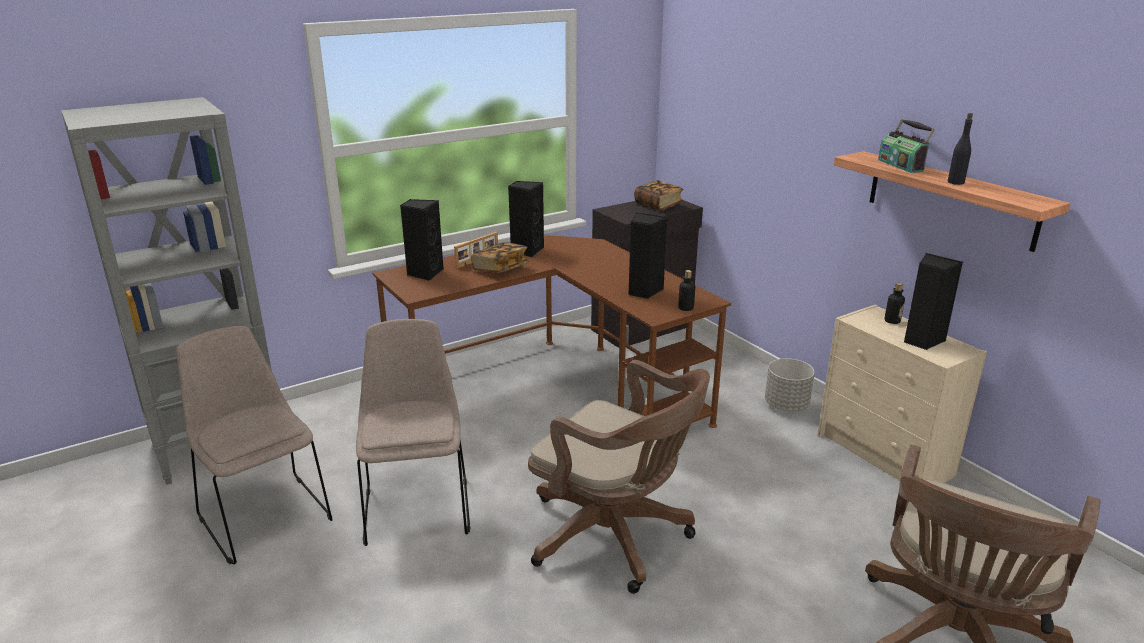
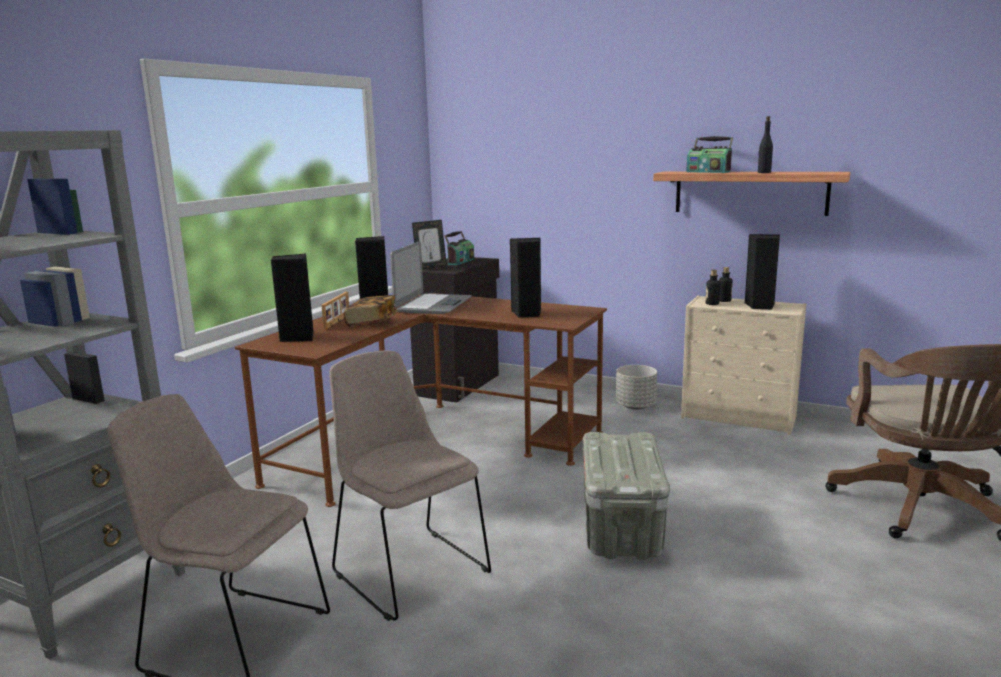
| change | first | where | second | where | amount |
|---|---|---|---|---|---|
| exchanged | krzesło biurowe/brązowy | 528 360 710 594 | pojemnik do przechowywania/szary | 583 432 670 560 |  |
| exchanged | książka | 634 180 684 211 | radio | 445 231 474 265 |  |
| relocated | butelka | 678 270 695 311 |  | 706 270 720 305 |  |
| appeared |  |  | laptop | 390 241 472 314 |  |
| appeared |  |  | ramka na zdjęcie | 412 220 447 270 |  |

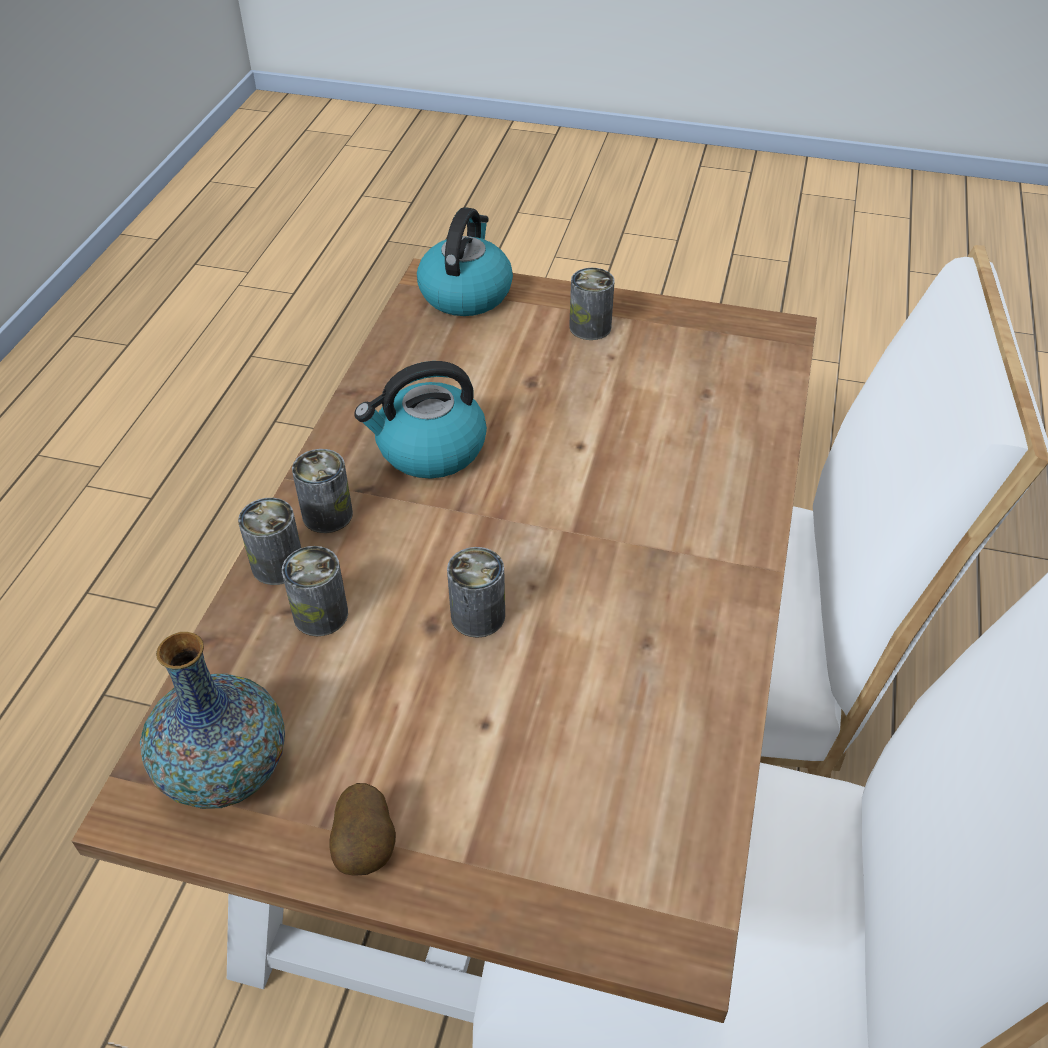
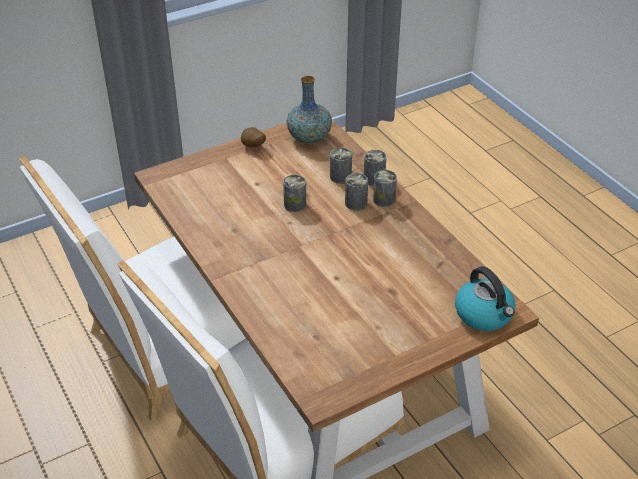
| change | first | where | second | where | amount |
|---|---|---|---|---|---|
| missing | czajnik | 354 361 487 479 |  |  |  |
| relocated | puszka | 569 268 615 340 |  | 345 173 368 211 |  |

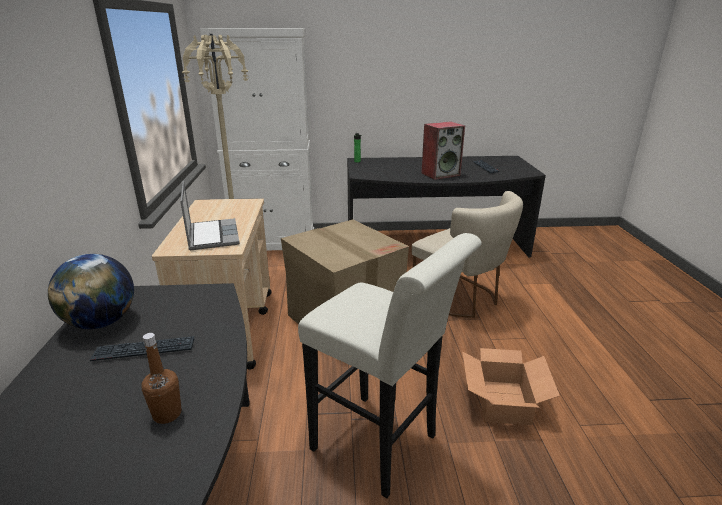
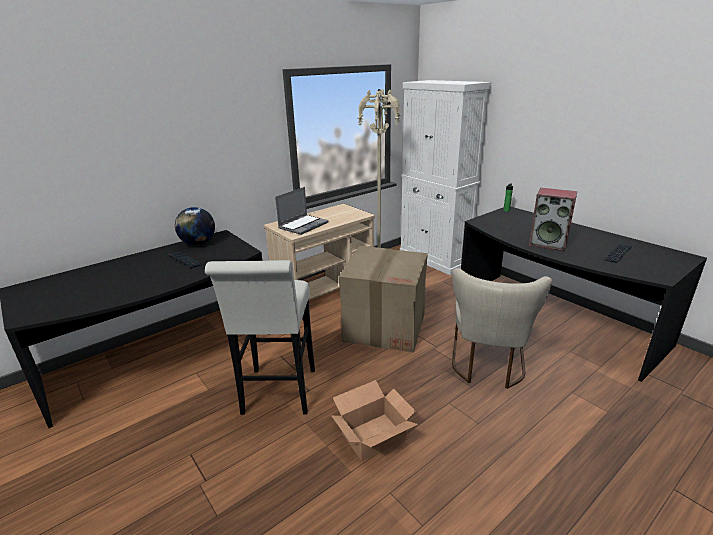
| change | first | where | second | where | amount |
|---|---|---|---|---|---|
| missing | butelka/brązowy | 141 333 181 424 |  |  |  |

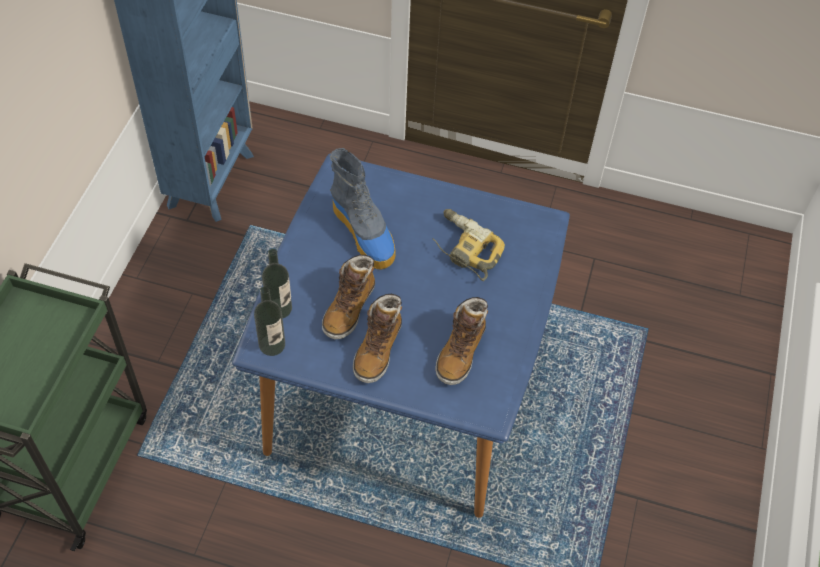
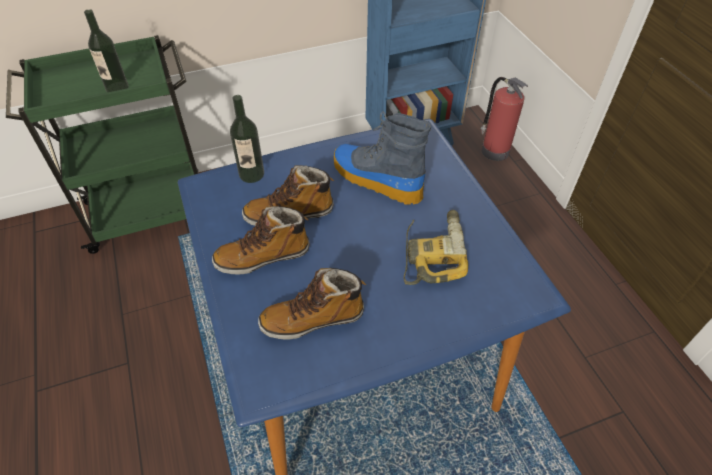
| change | first | where | second | where | amount |
|---|---|---|---|---|---|
| relocated | butelka | 254 286 285 356 |  | 84 9 129 92 |  |
| spun | but z cholewką | 330 148 396 269 |  | 334 111 431 205 | 105 degrees clockwise |
| appeared |  |  | gaśnica | 481 77 528 161 |  |

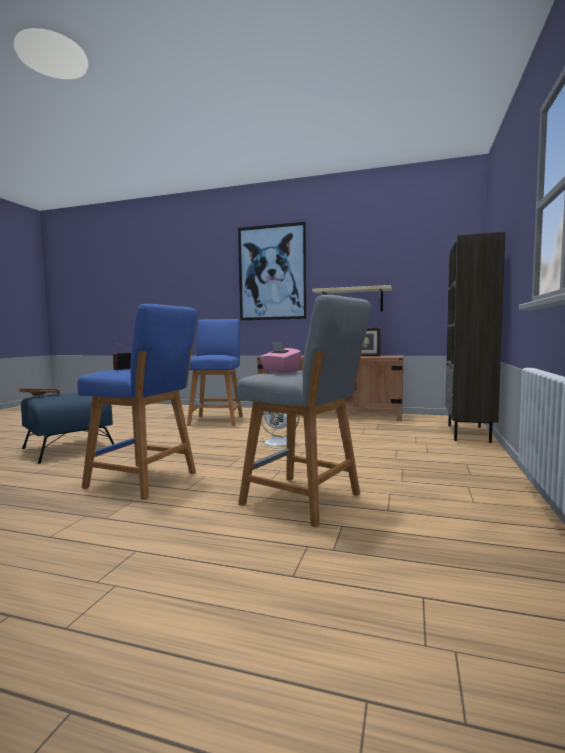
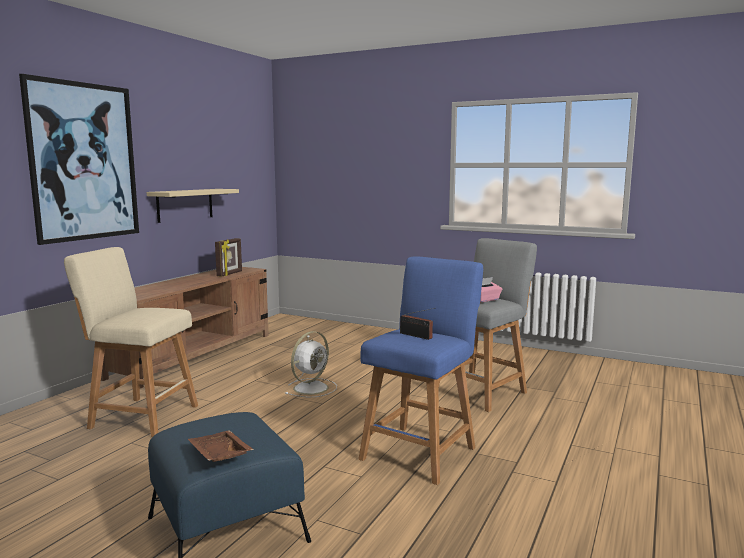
| change | first | where | second | where | amount |
|---|---|---|---|---|---|
| colour | stołek/niebieski | 187 319 243 426 | stołek/beżowy | 64 247 198 437 |  |
| missing | regał/brązowy | 445 232 506 443 |  |  |  |

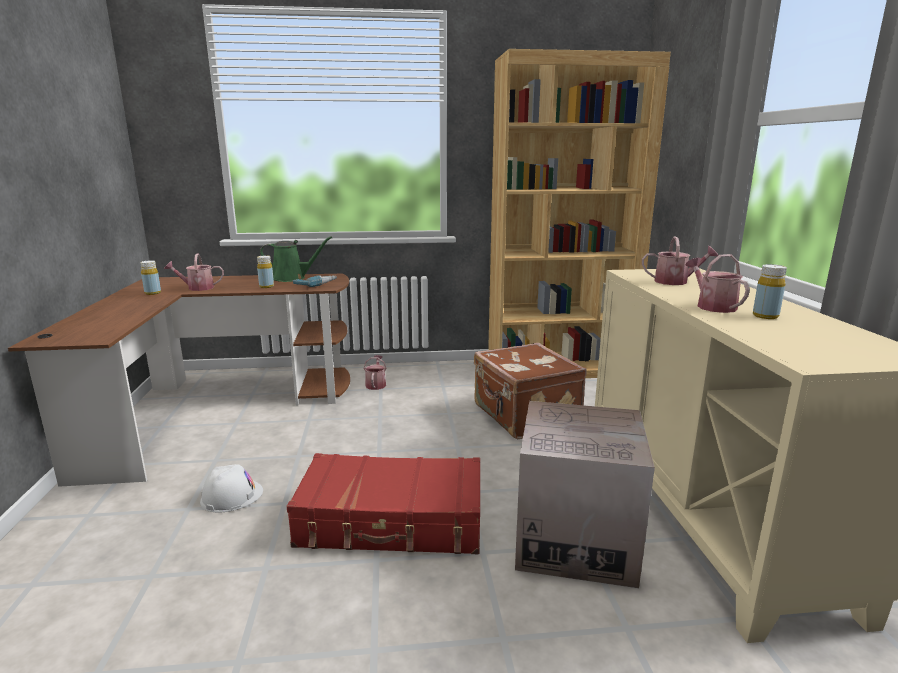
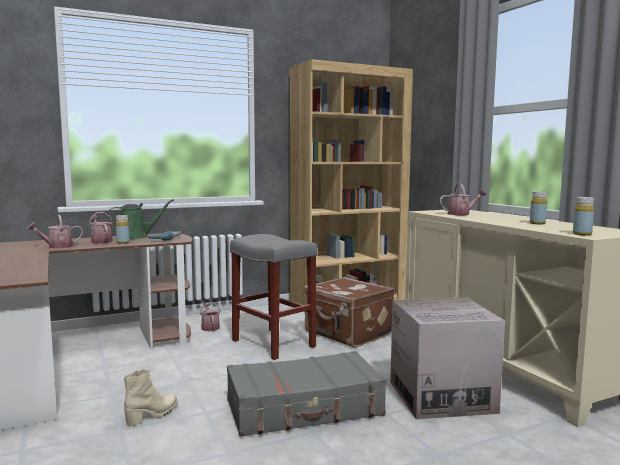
| change | first | where | second | where | amount |
|---|---|---|---|---|---|
| relocated | butelka/żółty | 140 261 161 295 |  | 573 197 594 236 |  |
| exchanged | kask/biały | 200 464 263 512 | but z cholewką/beżowy | 124 369 178 426 |  |
| colour | walizka/czerwony | 287 453 480 554 | walizka/szary | 227 351 386 437 |  |
| relocated | konewka | 685 254 750 313 |  | 89 212 113 244 |  |
| appeared |  |  | stołek/szary | 230 234 317 360 |  |

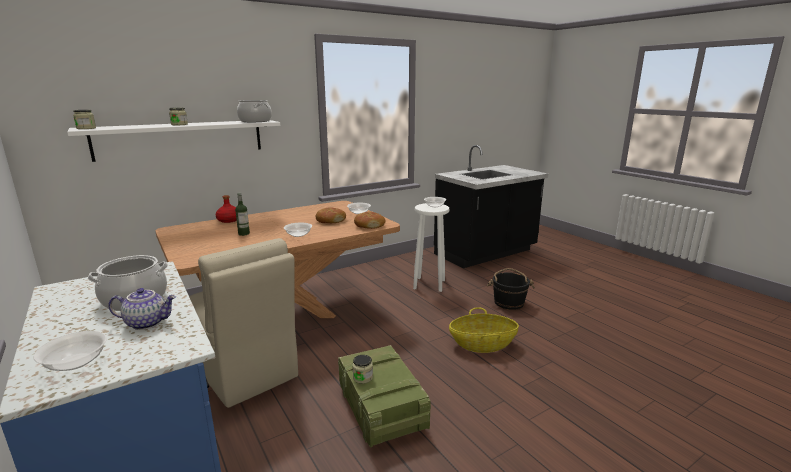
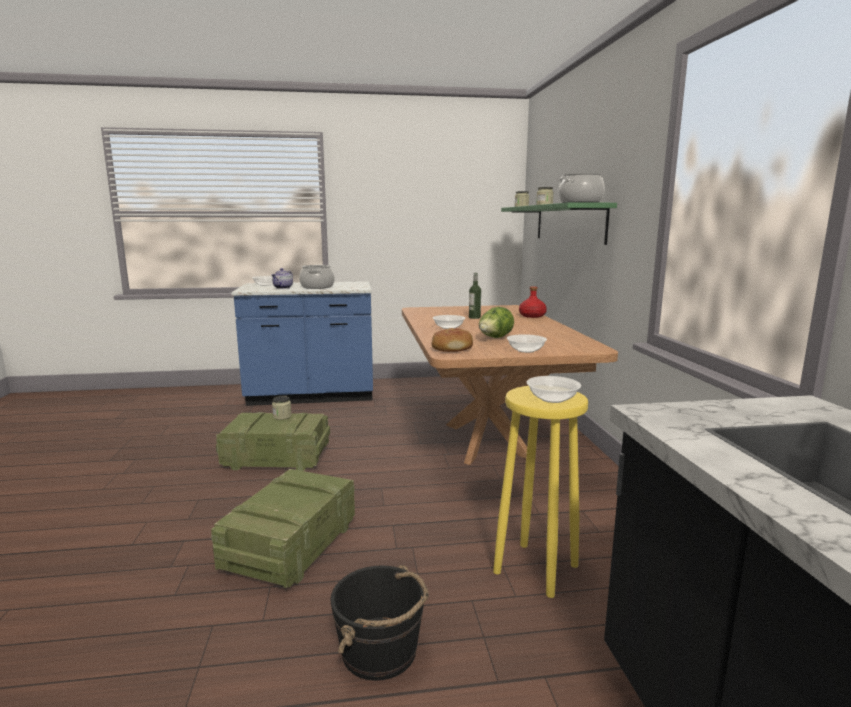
| change | first | where | second | where | amount |
|---|---|---|---|---|---|
| colour | półka/biały | 67 120 280 162 | półka/zielony | 501 202 617 245 |  |
| missing | krzesło/beżowy | 189 238 298 408 |  |  |  |
| exchanged | chleb | 316 207 346 223 | sałata | 479 307 514 338 |  |
| colour | stołek/biały | 413 203 449 292 | stołek/żółty | 493 386 588 598 |  |
| exchanged | koszyk | 449 307 519 353 | skrzynka | 211 469 355 588 |  |

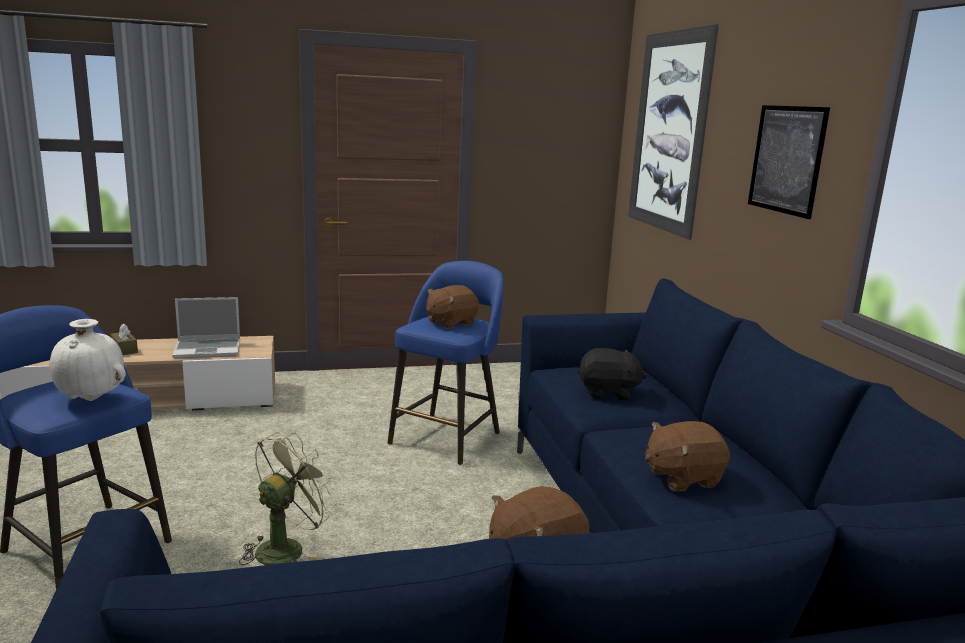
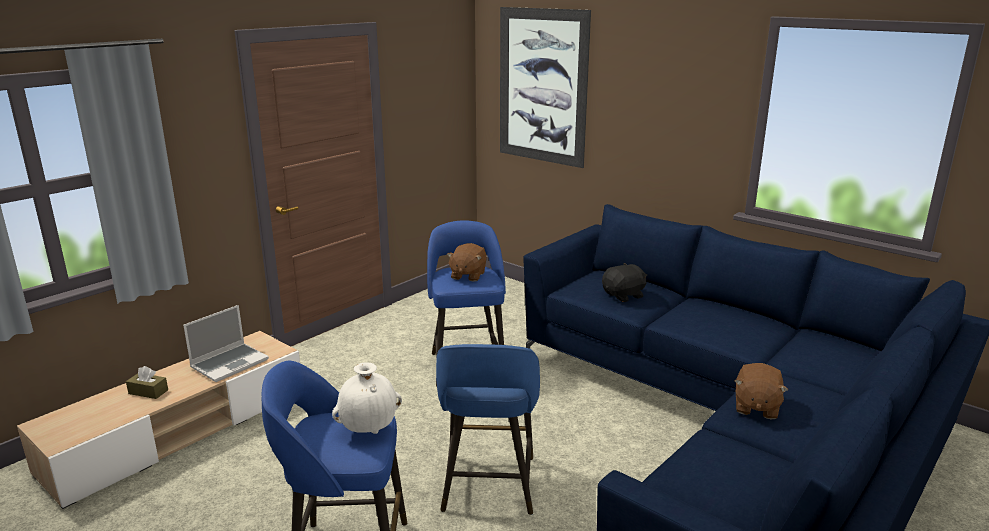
| change | first | where | second | where | amount |
|---|---|---|---|---|---|
| exchanged | wentylator/zielony | 239 432 337 565 | stołek/niebieski | 436 344 540 515 |  |
| missing | pluszak/brązowy | 645 421 730 491 |  |  |  |
| missing | obraz | 748 105 830 219 |  |  |  |

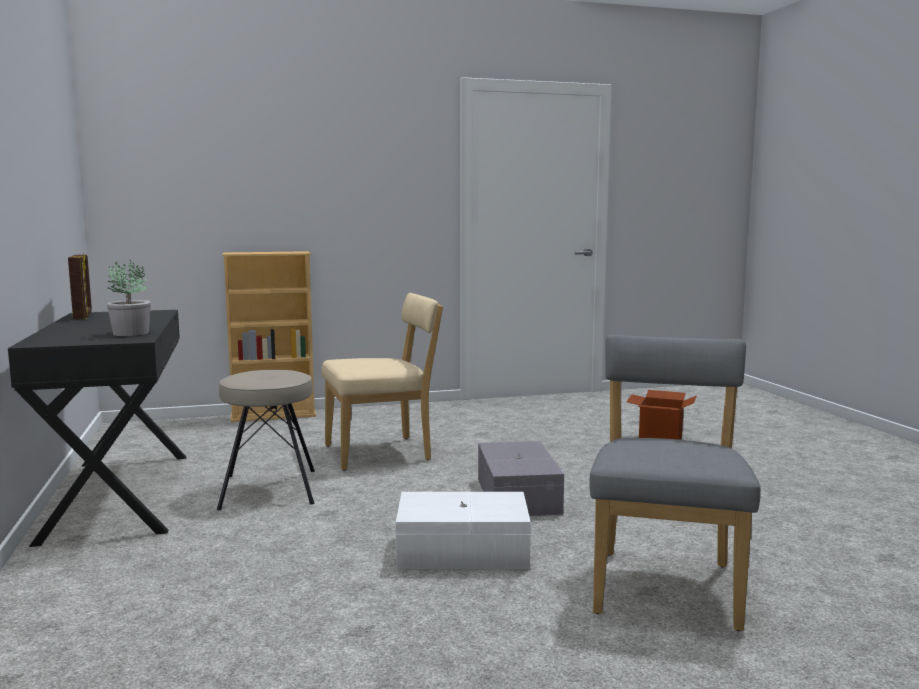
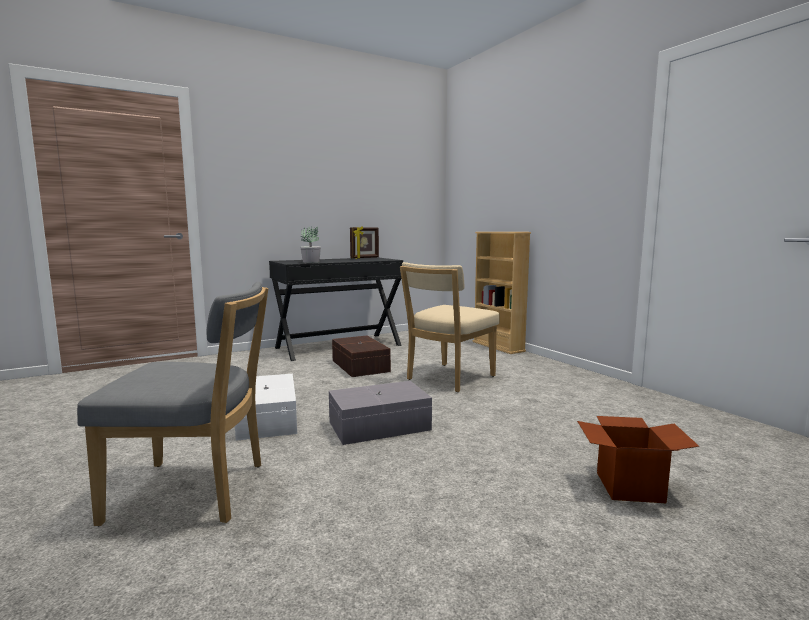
| change | first | where | second | where | amount |
|---|---|---|---|---|---|
| exchanged | stołek/beżowy | 217 370 315 510 | pojemnik do przechowywania/brązowy | 332 336 391 377 |  |
| spun | krzesło/beżowy | 322 293 443 471 |  | 400 262 499 392 | 75 degrees clockwise |

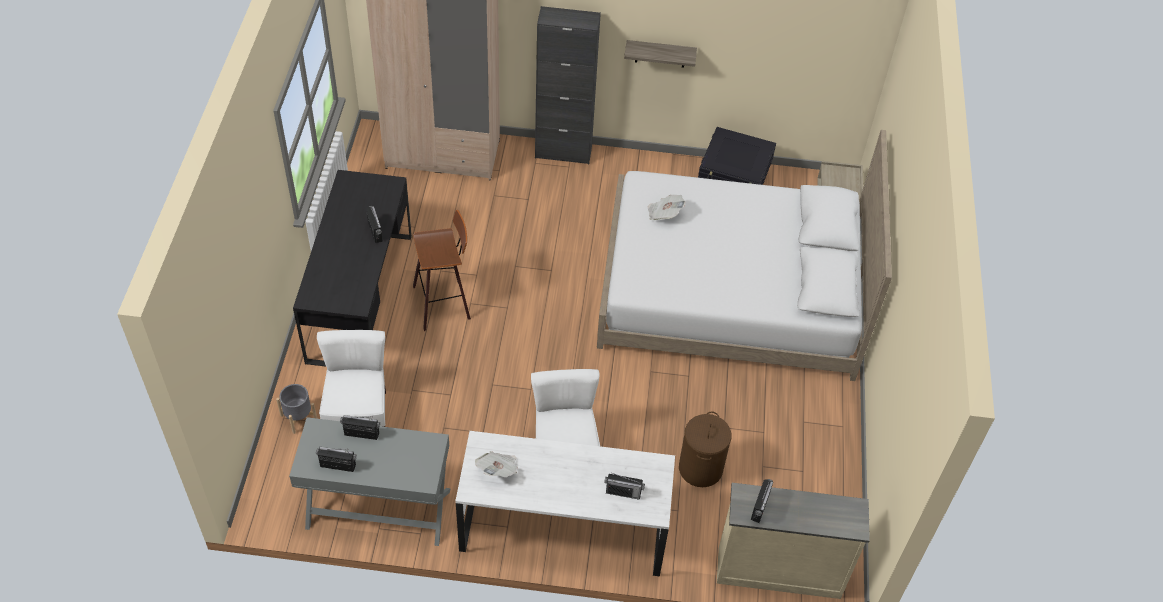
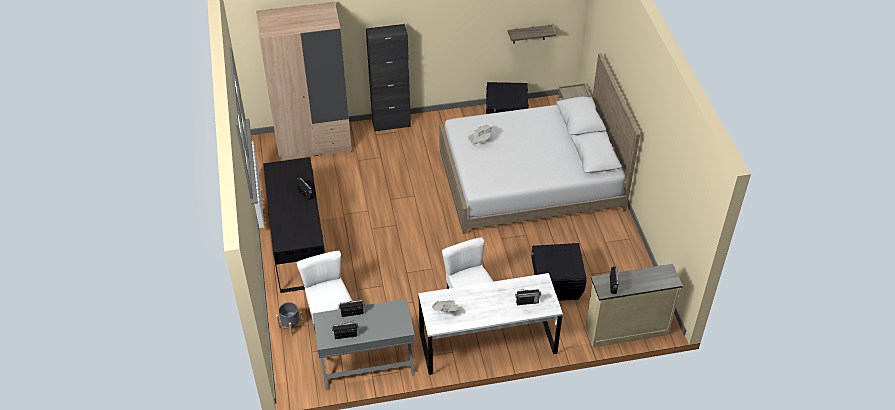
| change | first | where | second | where | amount |
|---|---|---|---|---|---|
| missing | stołek | 413 210 471 331 |  |  |  |
| relocated | półka | 624 40 697 68 |  | 508 25 556 43 |  |
| exchanged | kosz na pranie/brązowy | 679 411 732 487 | pojemnik do przechowywania/czarny | 531 243 587 301 |  |

